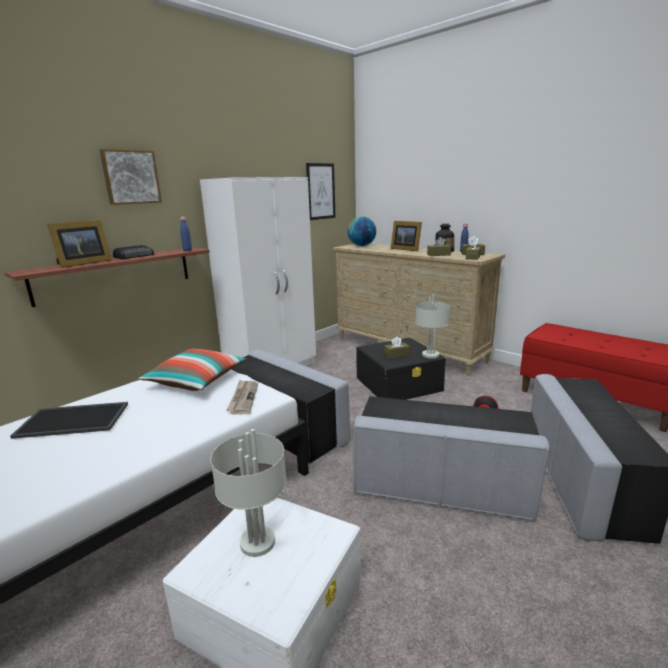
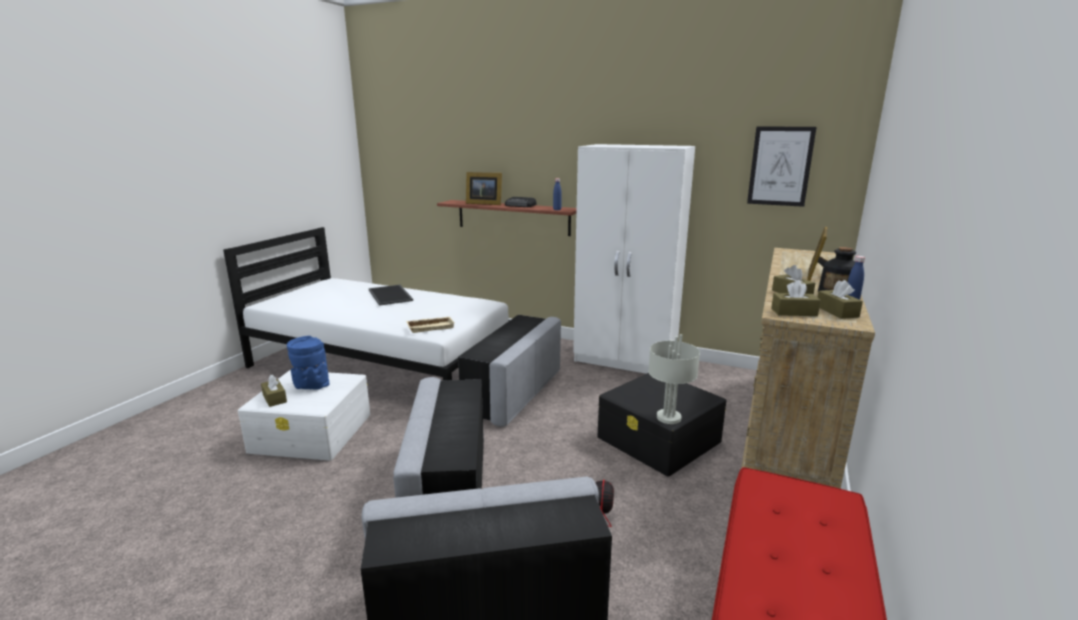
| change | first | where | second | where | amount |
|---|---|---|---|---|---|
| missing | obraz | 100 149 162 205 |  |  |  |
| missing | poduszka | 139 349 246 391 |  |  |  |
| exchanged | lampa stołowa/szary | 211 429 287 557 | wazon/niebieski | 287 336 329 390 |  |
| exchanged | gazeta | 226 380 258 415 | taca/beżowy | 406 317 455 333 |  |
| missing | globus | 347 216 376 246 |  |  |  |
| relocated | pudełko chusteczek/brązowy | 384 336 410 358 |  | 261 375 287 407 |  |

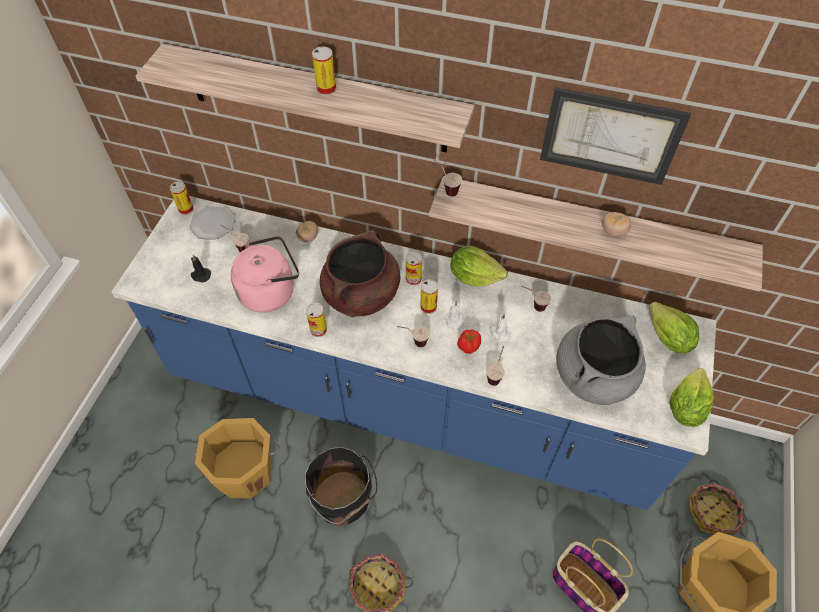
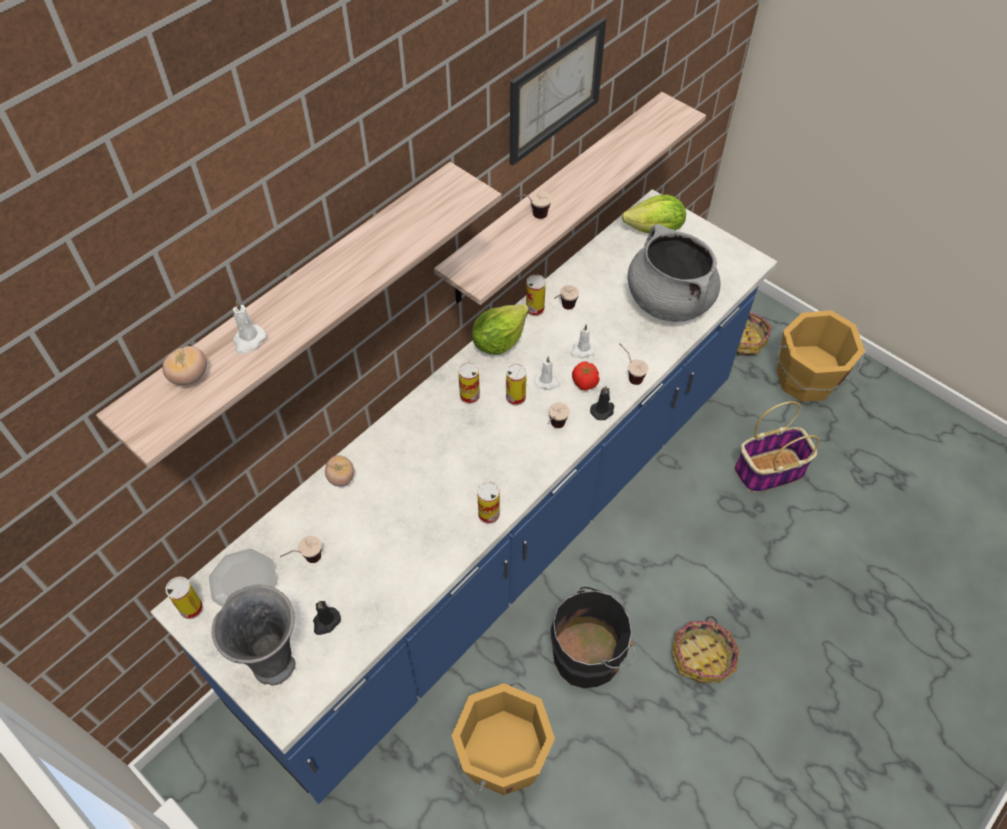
| change | first | where | second | where | amount |
|---|---|---|---|---|---|
| missing | czajnik/różowy | 231 236 299 313 |  |  |  |
| relocated | puszka | 312 47 336 96 |  | 526 275 546 316 |  |
| missing | garnek/brązowy | 320 230 400 318 |  |  |  |
| relocated | filiżanka | 433 159 462 196 |  | 515 191 552 219 |  |
| relocated | pomidor | 602 212 631 237 |  | 162 346 207 385 |  |
| missing | sałata | 669 368 714 427 |  |  |  |
| appeared |  |  | wazon/szary | 212 585 295 685 |  |
| appeared |  |  | świeca/biały | 233 300 266 354 |  |
| appeared |  |  | świeca/czarny | 590 386 614 420 |  |

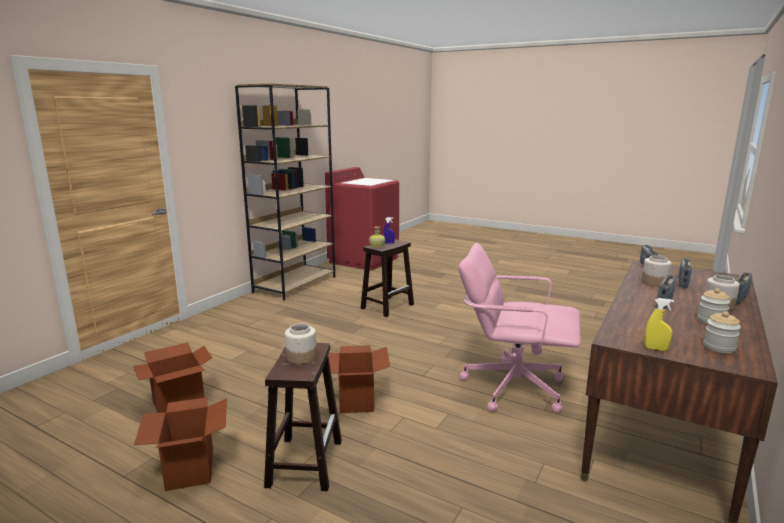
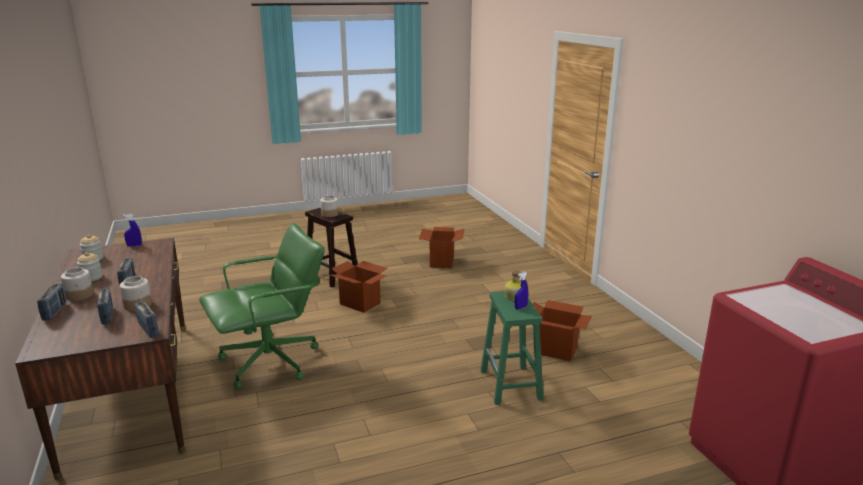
| change | first | where | second | where | amount |
|---|---|---|---|---|---|
| relocated | karton | 134 397 227 491 |  | 533 300 592 361 |  |
| missing | regał/brązowy | 235 83 335 301 |  |  |  |
| colour | stołek/brązowy | 361 239 414 317 | stołek/zielony | 480 291 543 405 |  |
| colour | krzesło biurowe/różowy | 458 243 581 413 | krzesło biurowe/zielony | 199 223 325 389 |  |
| colour | spryskiwacz/żółty | 644 298 674 351 | spryskiwacz/niebieski | 123 213 142 247 |  |

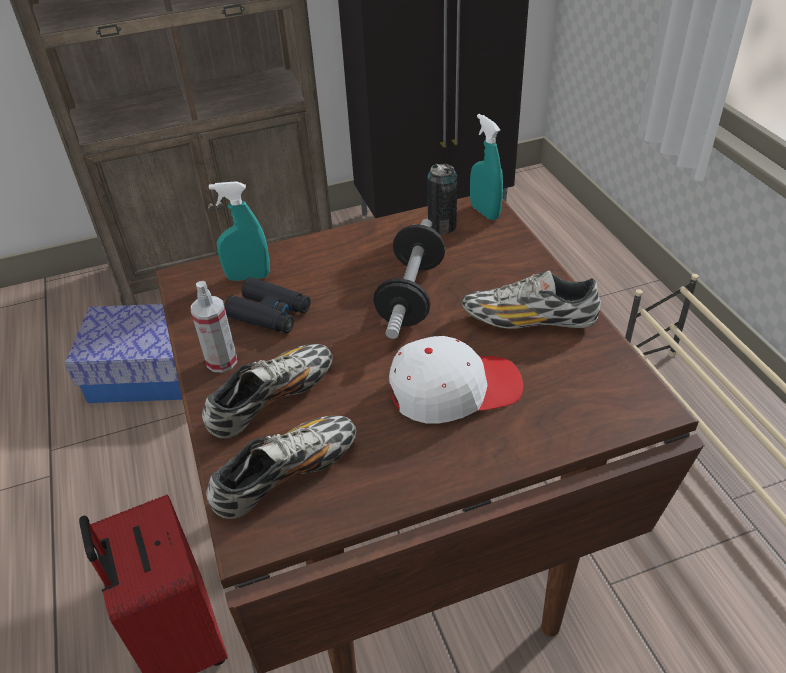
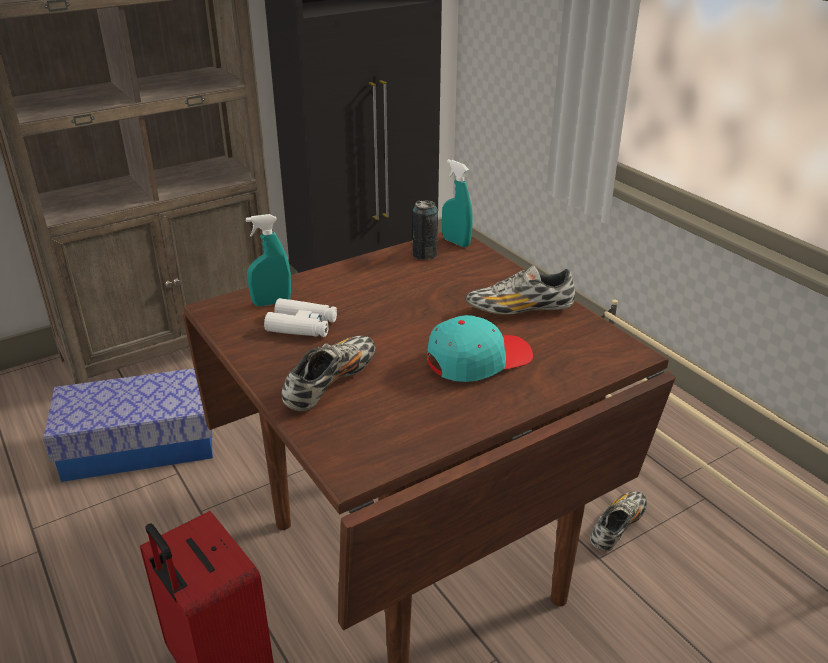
| change | first | where | second | where | amount |
|---|---|---|---|---|---|
| missing | spryskiwacz | 191 281 237 372 |  |  |  |
| relocated | but | 206 416 356 519 |  | 590 492 647 552 |  |
| colour | lornetka/czarny | 224 277 311 333 | lornetka/biały | 264 298 337 337 |  |
| missing | hantel | 373 219 446 339 |  |  |  |
| colour | czapka z daszkiem/biały | 389 336 523 424 | czapka z daszkiem/turkusowy | 427 315 533 382 |  |

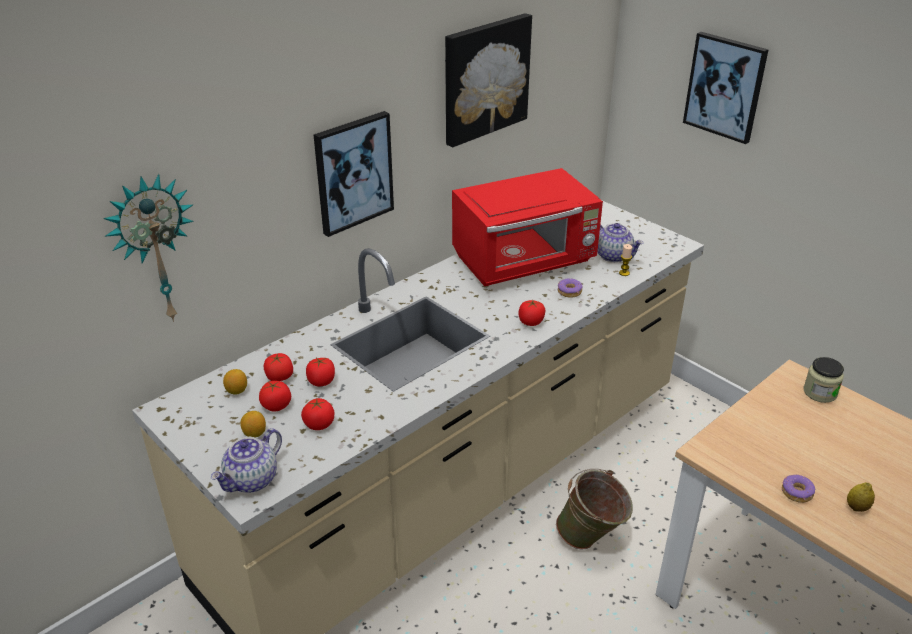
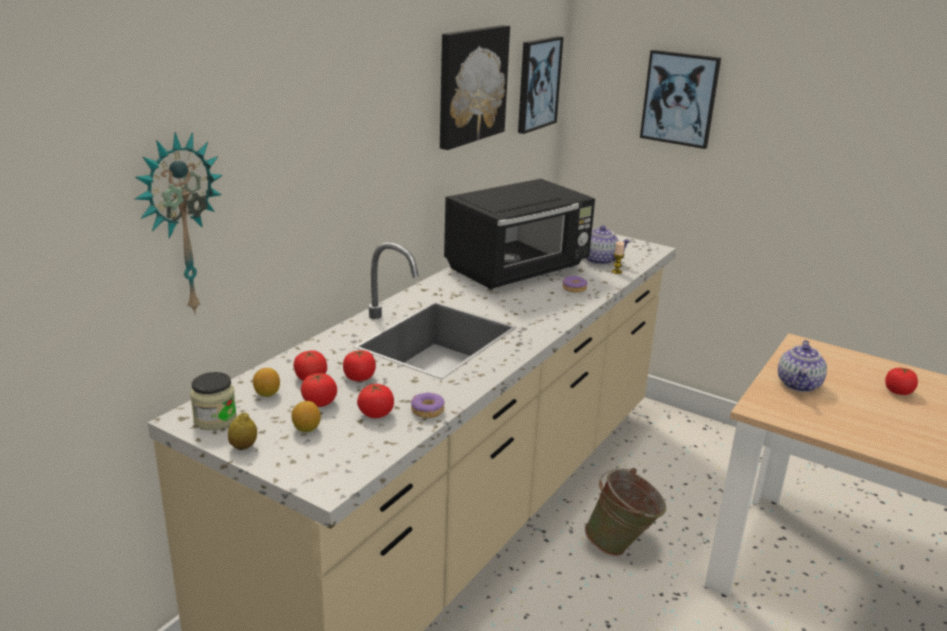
| change | first | where | second | where | amount |
|---|---|---|---|---|---|
| relocated | imbryk | 211 428 282 493 |  | 778 340 827 392 |  |
| relocated | obraz | 314 111 394 237 |  | 518 36 563 134 |  |
| colour | mikrofalówka/czerwony | 452 168 603 286 | mikrofalówka/czarny | 444 179 595 290 |  |
| relocated | pomidor | 518 300 545 326 |  | 885 367 918 395 |  |
| relocated | donut | 782 475 815 503 |  | 411 393 445 418 |  |
| relocated | słoik | 803 357 844 403 |  | 190 372 237 430 |  |
| relocated | cytryna | 847 482 875 512 |  | 228 412 257 450 |  |

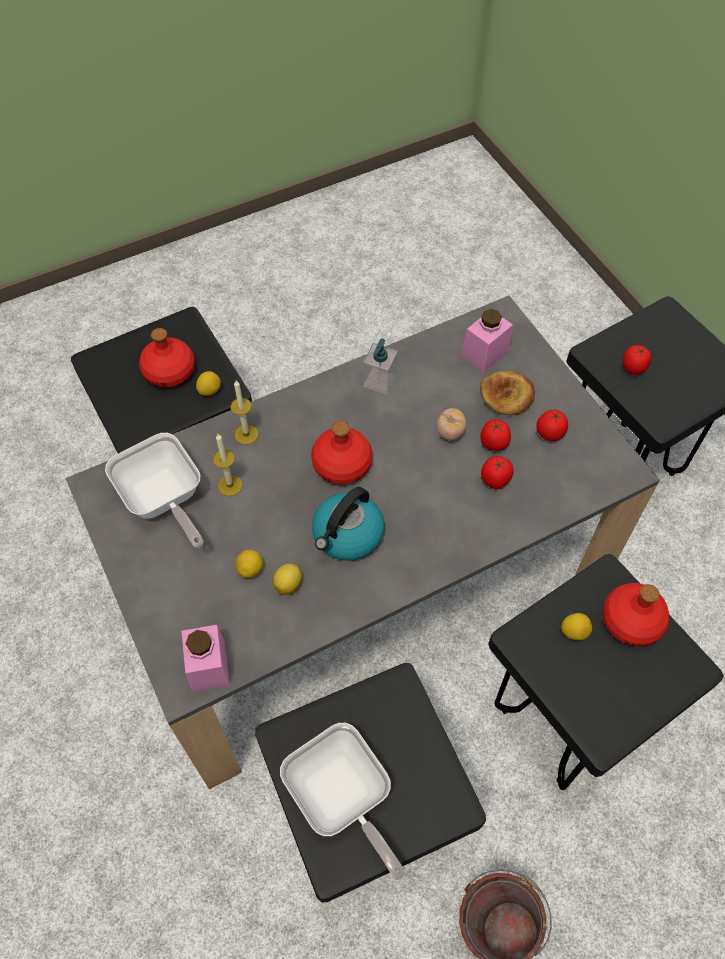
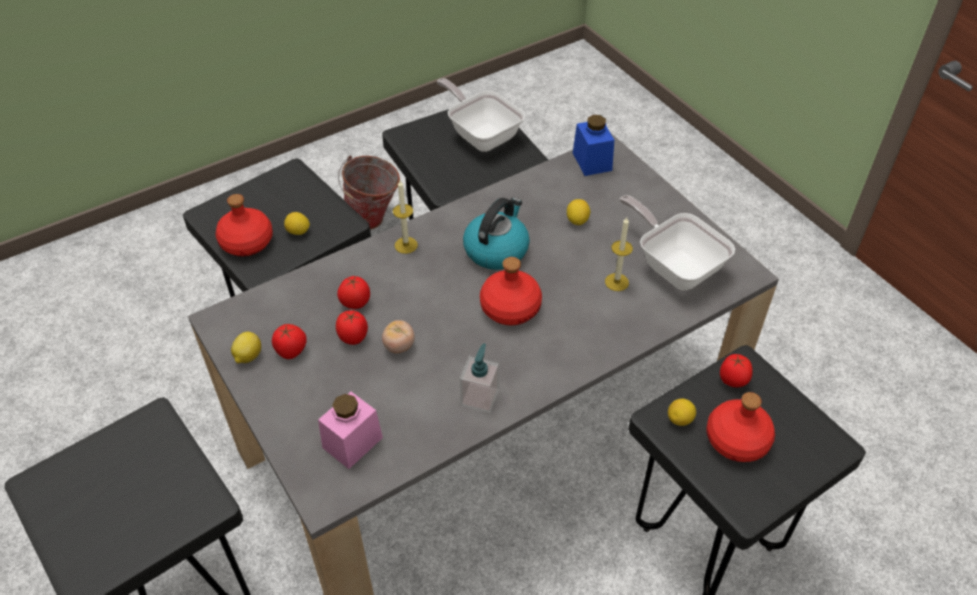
| change | first | where | second | where | amount |
|---|---|---|---|---|---|
| colour | słoik/różowy | 181 625 230 692 | słoik/niebieski | 573 115 614 176 |  |
| relocated | świeca | 231 381 258 445 |  | 393 180 418 254 |  |
| relocated | cytryna | 273 564 302 595 |  | 231 332 261 363 |  |
| missing | chleb | 480 371 535 415 |  |  |  |
| relocated | pomidor | 623 345 651 375 |  | 720 354 753 387 |  |

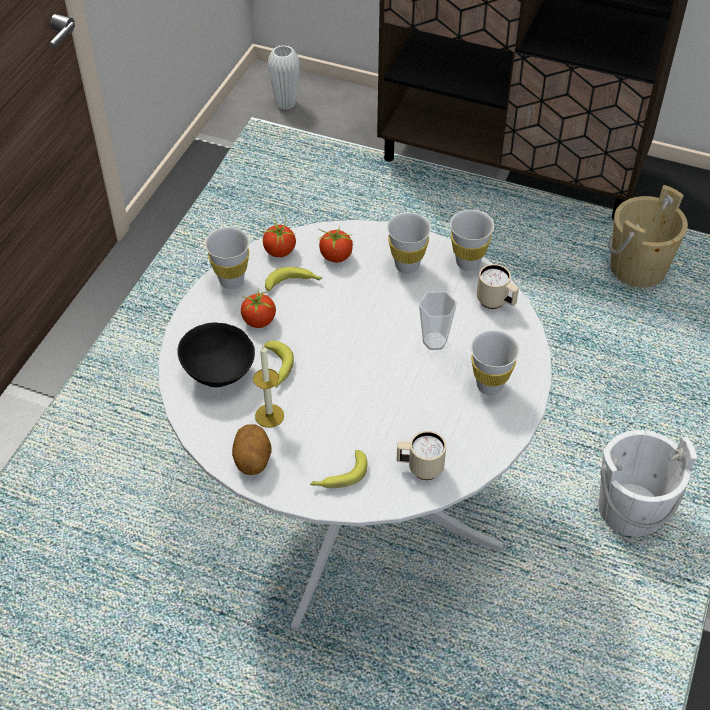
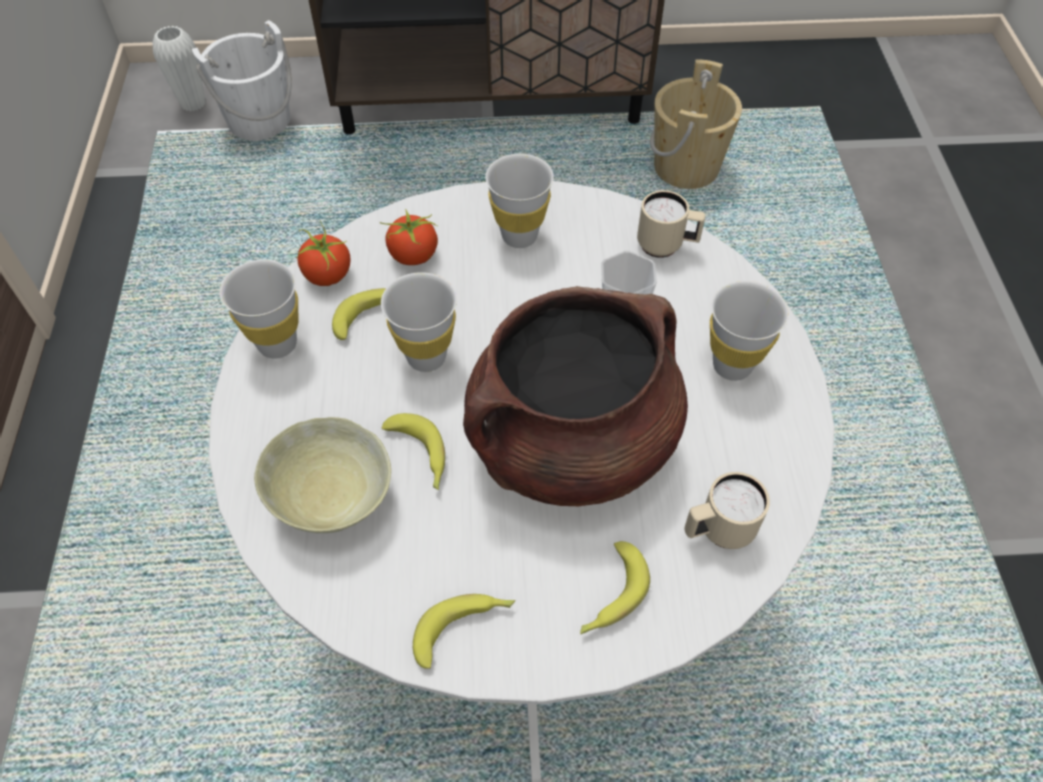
| change | first | where | second | where | amount |
|---|---|---|---|---|---|
| colour | miska/czarny | 177 322 255 387 | miska/beżowy | 254 417 391 533 |  |
| exchanged | ziemniak | 232 424 271 475 | banan | 413 594 515 669 |  |
| missing | pomidor | 241 290 276 328 |  |  |  |
| missing | świeca | 253 345 284 428 |  |  |  |
| relocated | filiżanka/biały | 450 209 494 271 |  | 381 272 457 372 |  |
| relocated | wiadro/biały | 599 430 697 537 |  | 192 20 292 140 |  |
| appeared |  |  | garnek/brązowy | 463 286 688 506 |  |

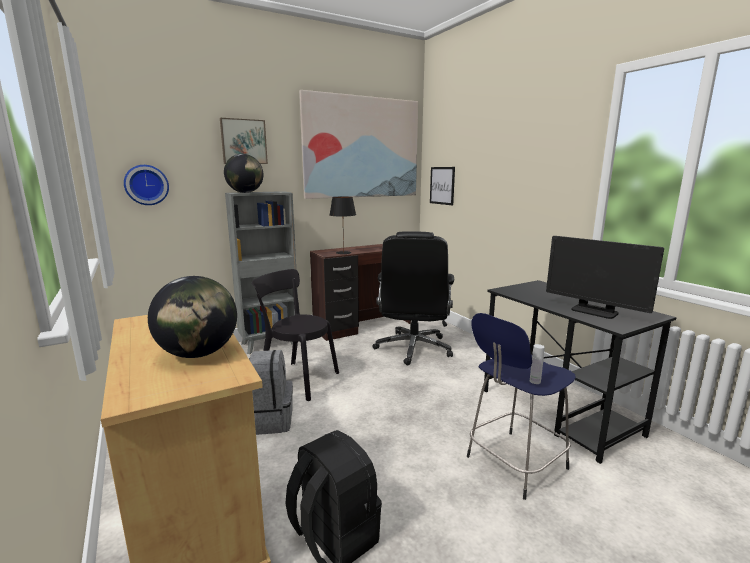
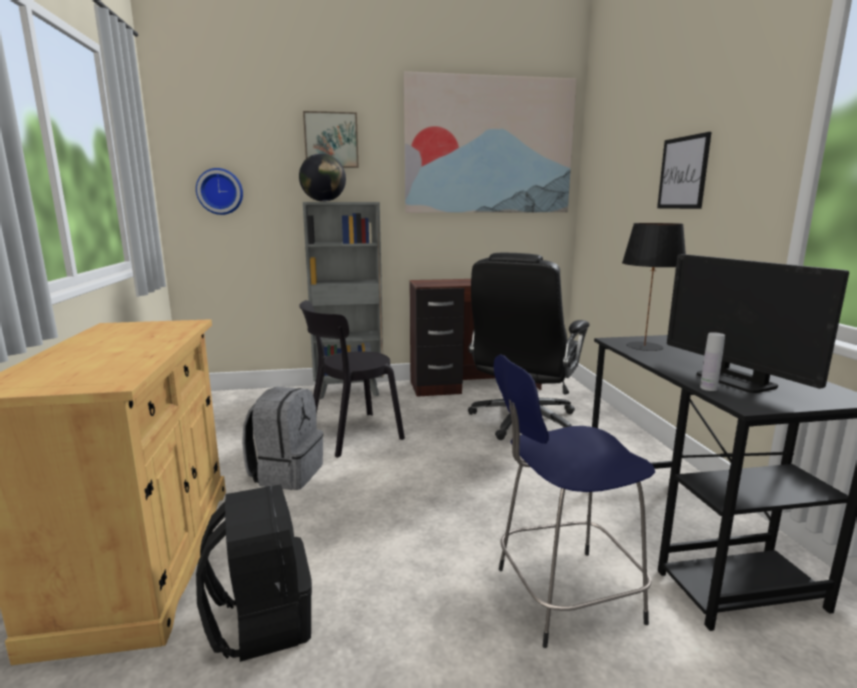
| change | first | where | second | where | amount |
|---|---|---|---|---|---|
| missing | globus | 148 276 237 358 |  |  |  |
| spun | krzesło/czarny | 252 269 339 401 |  | 299 300 405 458 | 75 degrees counterclockwise |
| relocated | lampa stołowa/czarny | 330 197 356 254 |  | 622 223 686 351 |  |
| relocated | obraz | 430 167 455 205 |  | 657 132 712 209 |  |
| relocated | butelka/biały | 530 344 545 384 |  | 700 332 725 391 |  |

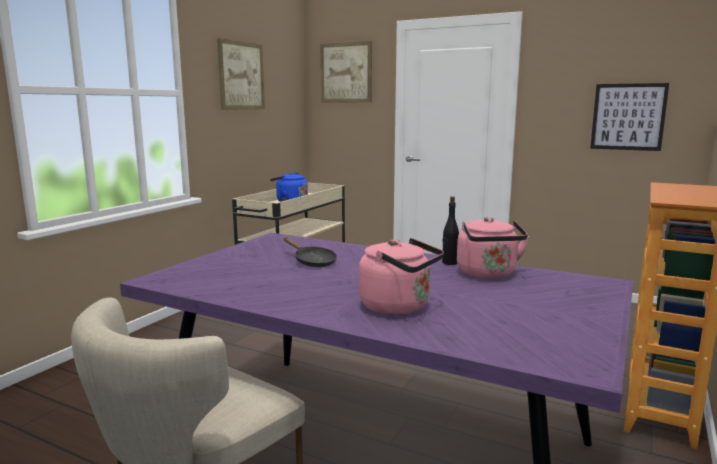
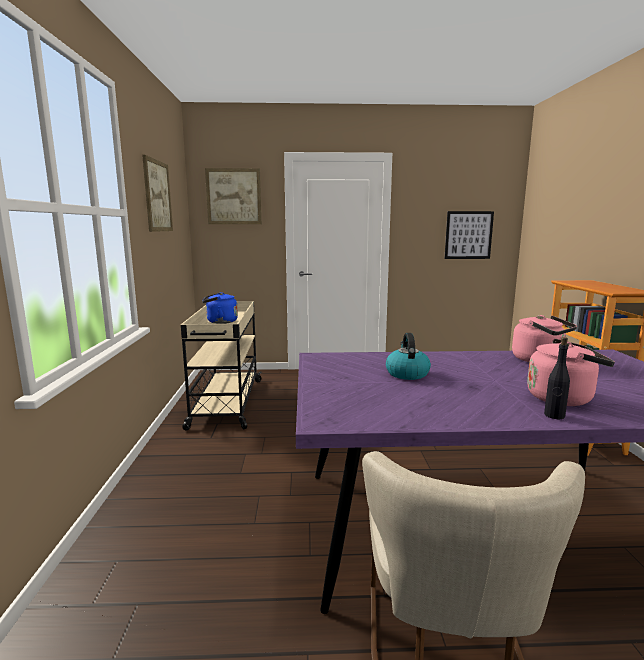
| change | first | where | second | where | amount |
|---|---|---|---|---|---|
| exchanged | patelnia/czarny | 284 237 337 267 | czajnik | 386 333 431 380 |  |
| relocated | butelka/czarny | 442 196 459 265 |  | 544 337 570 419 |  |

